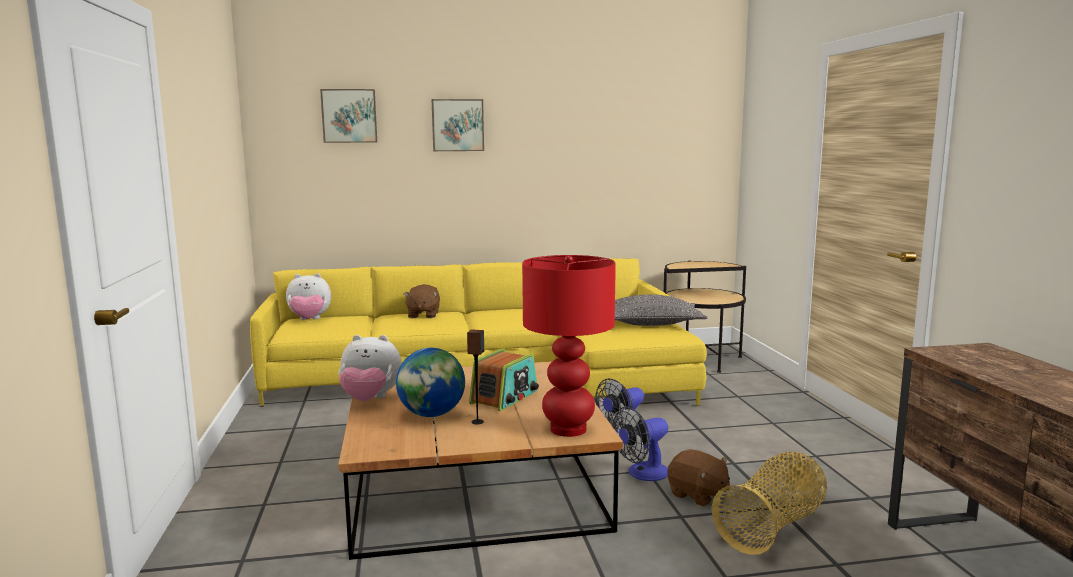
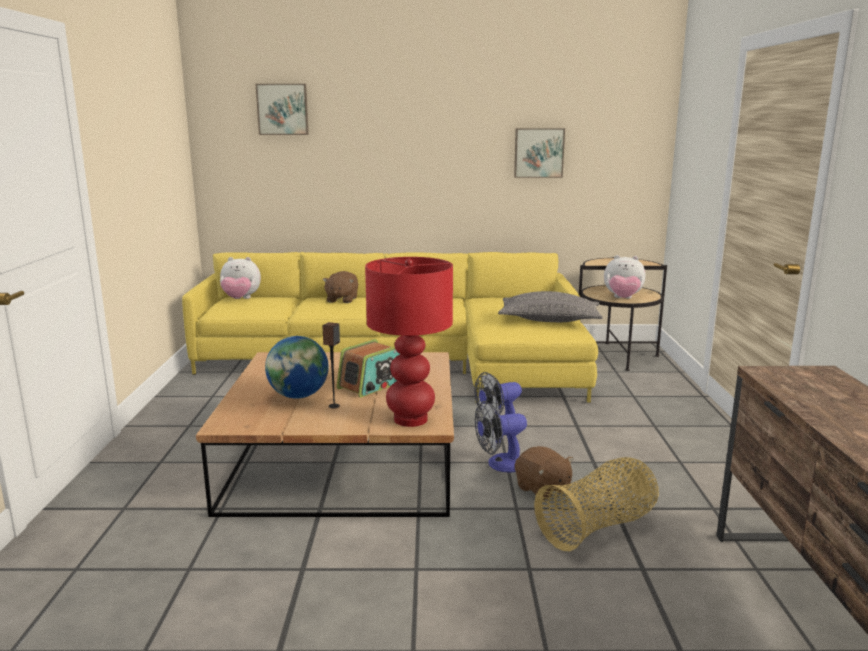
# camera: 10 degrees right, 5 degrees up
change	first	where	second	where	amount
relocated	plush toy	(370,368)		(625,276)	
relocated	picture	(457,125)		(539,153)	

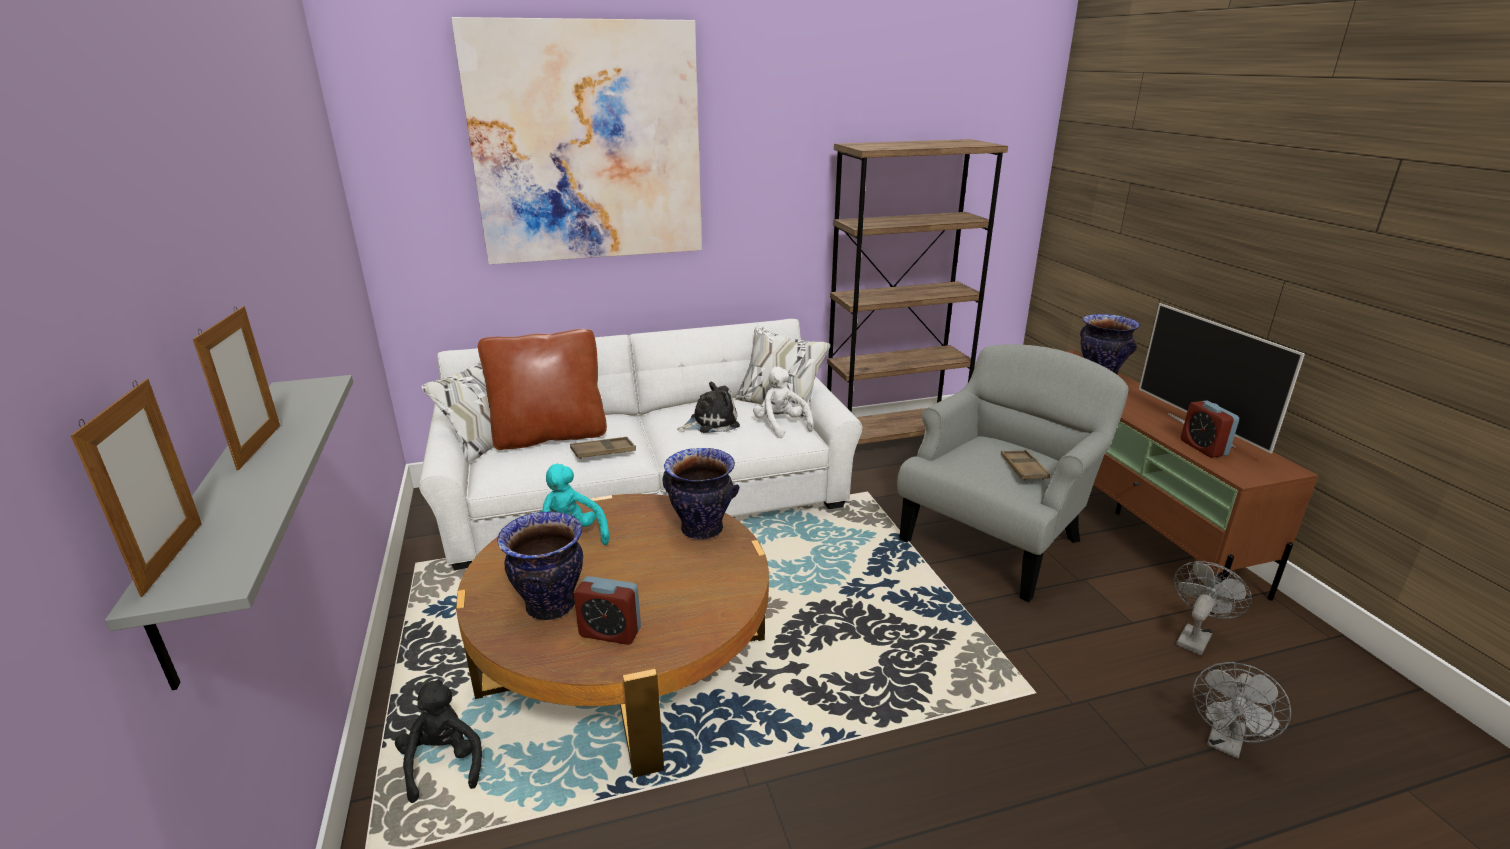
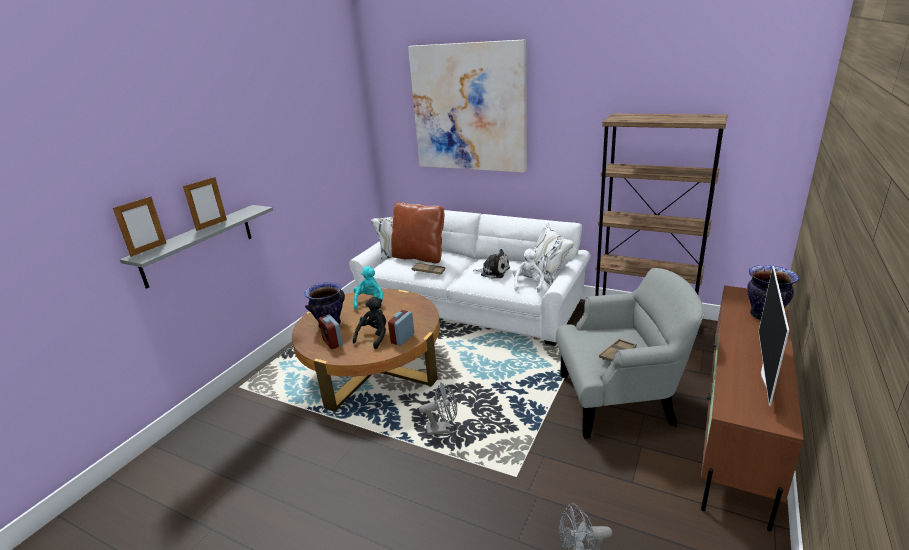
# camera: 45 degrees right, 0 degrees up
change	first	where	second	where	amount
missing	vase	(700,494)			
relocated	plush toy/black	(438,741)		(369,323)	
relocated	fan/grey	(1213,608)		(438,408)	
relocated	alarm clock	(1210,429)		(401,328)	

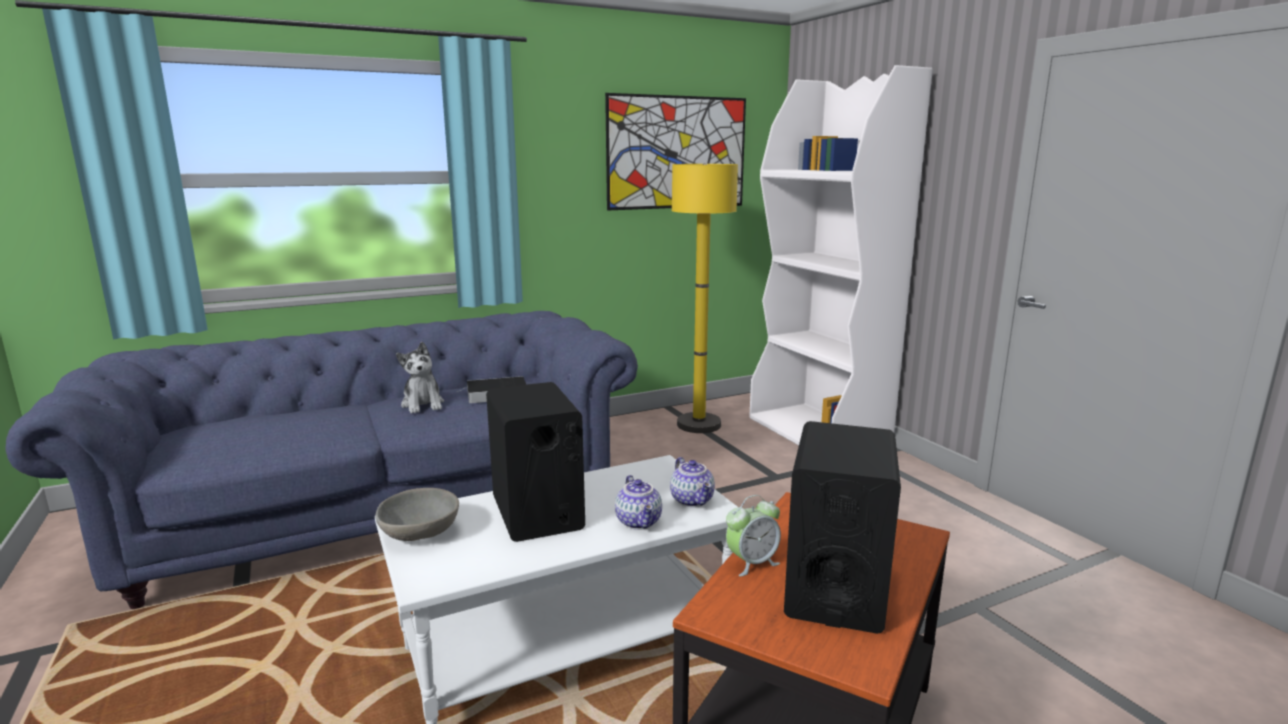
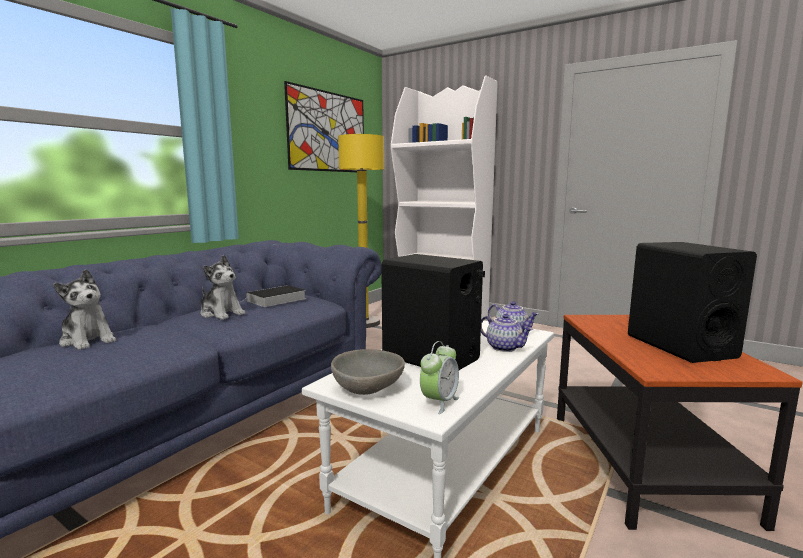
# camera: 30 degrees left, 5 degrees down
change	first	where	second	where	amount
appeared			plush toy	(84,309)	
relocated	alarm clock	(753,535)		(439,377)	

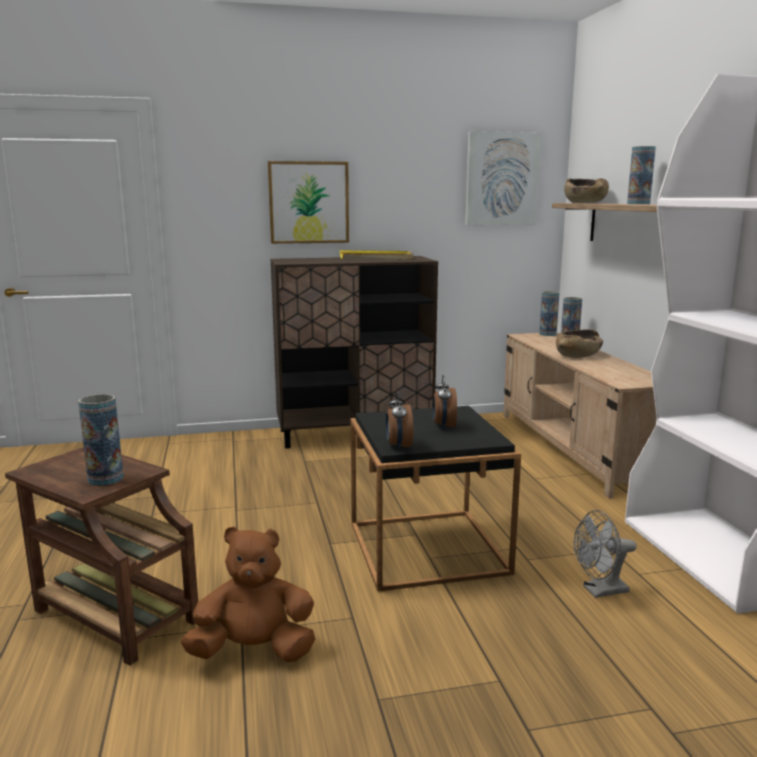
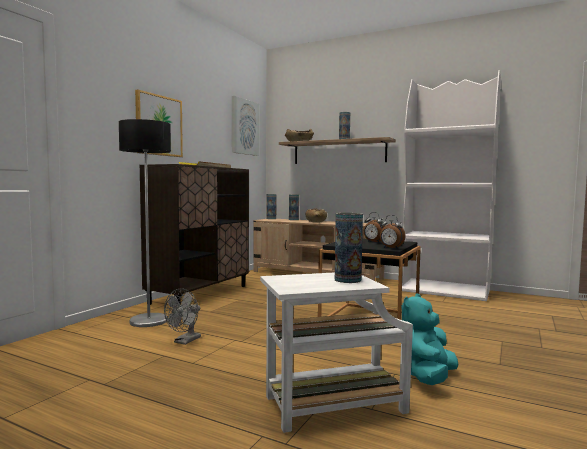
# camera: 50 degrees left, 10 degrees down
change	first	where	second	where	amount
appeared			floor lamp	(145,223)	
relocated	fan/grey	(605,554)		(182,317)	
colour	side table/brown	(101,556)	side table/white	(336,352)	
colour	plush toy/brown	(248,594)	plush toy/turquoise	(430,339)	

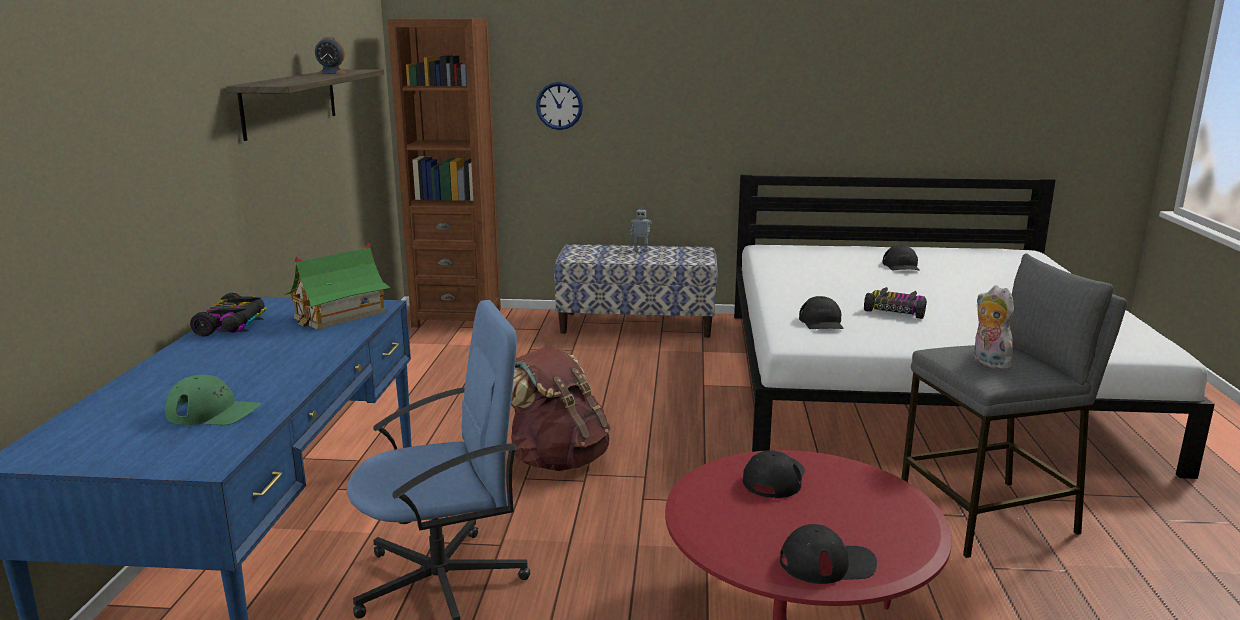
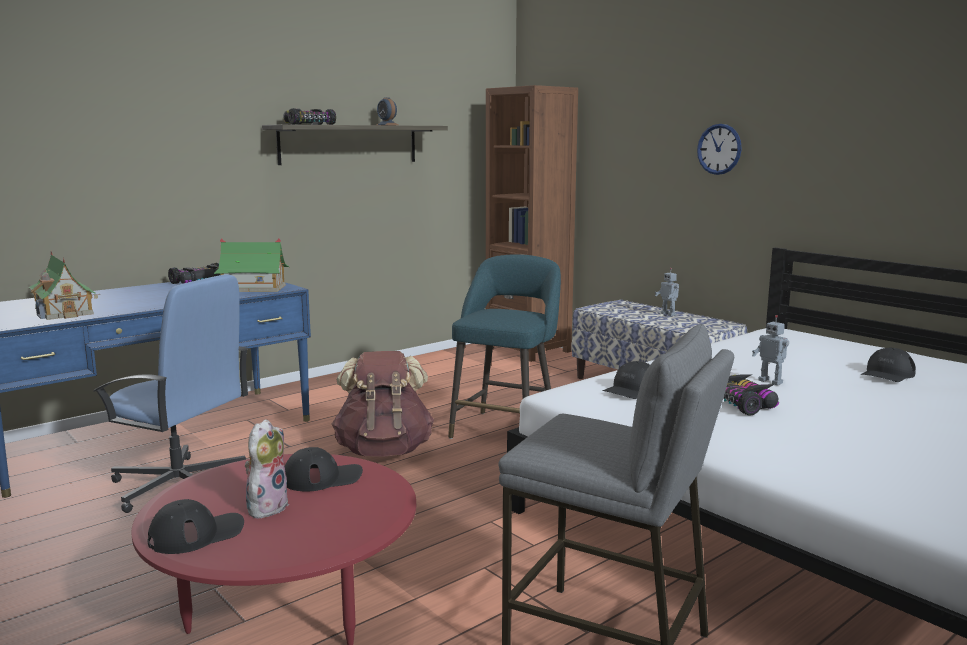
# camera: 45 degrees right, 5 degrees down
change	first	where	second	where	amount
appeared			toy car	(309,116)	
appeared			stool/turquoise	(504,346)	
appeared			toy robot	(770,350)	
relocated	wall clock	(559,106)		(719,149)	
relocated	plush toy	(994,327)		(267,469)	
exchanged	cap/green	(212,400)	toy house	(64,286)	
spun	cap/black	(828,554)		(196,526)	75 degrees counterclockwise

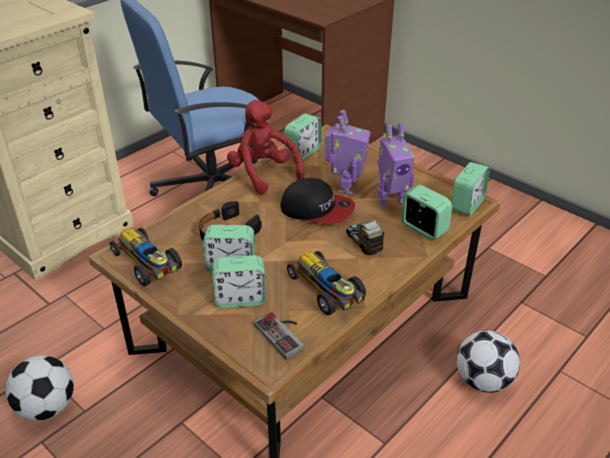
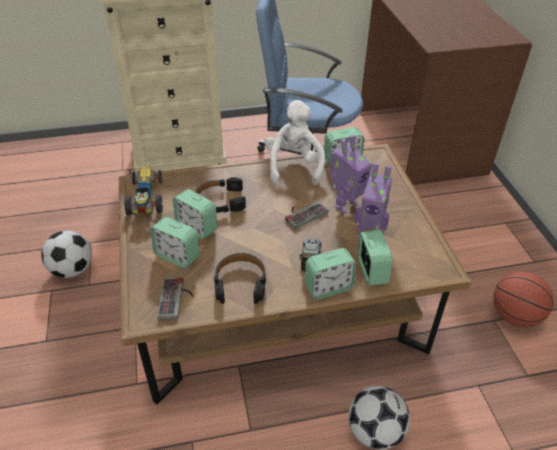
# camera: 35 degrees right, 5 degrees up
change	first	where	second	where	amount
appeared			basketball	(524,299)	
relocated	alarm clock	(471,189)		(331,274)	
exchanged	cap	(317,201)	game controller	(306,215)	
exchanged	toy car	(326,283)	headphones/black	(240,278)	
colour	plush toy/red	(266,147)	plush toy/white	(294,142)	

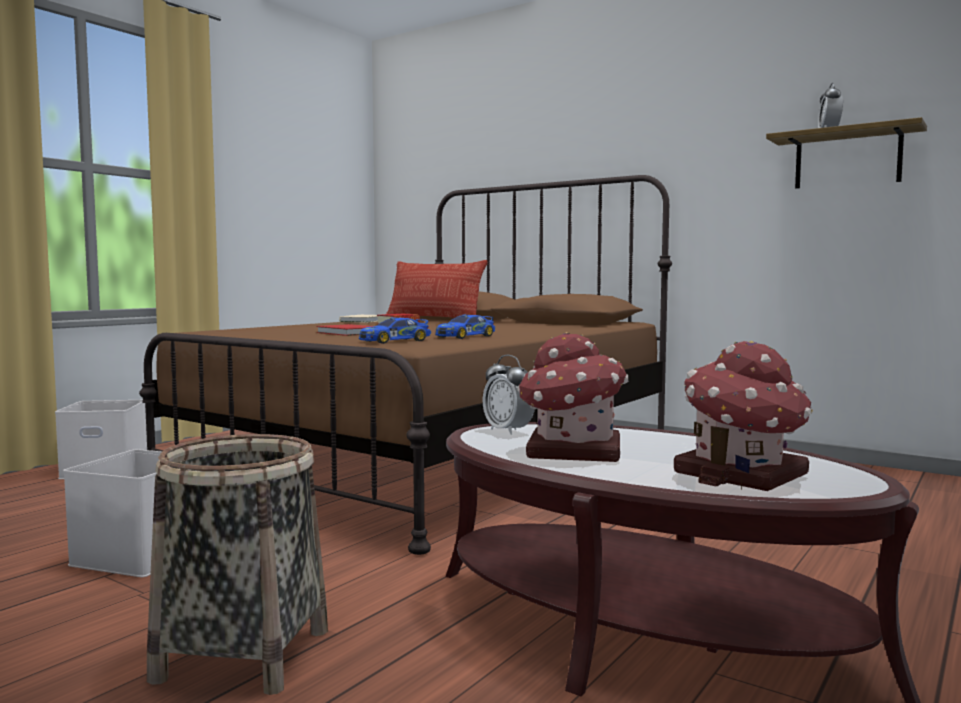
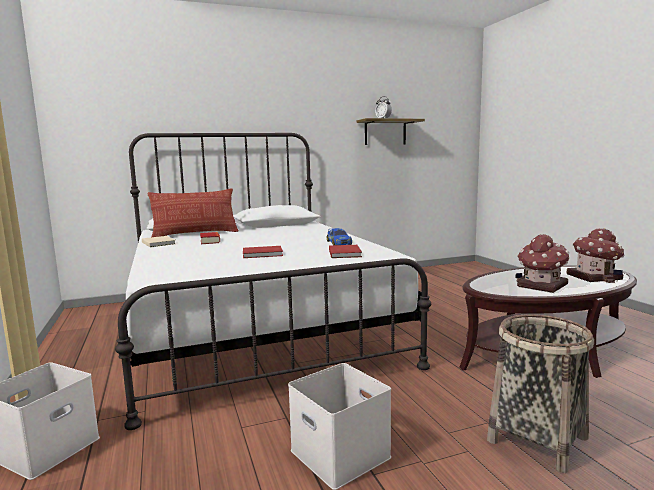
# camera: 55 degrees left, 5 degrees up
change	first	where	second	where	amount
missing	alarm clock	(509,395)			
exchanged	toy car	(395,330)	book/red	(345,251)	
colour	bed/brown	(405,365)	bed/white	(273,281)	

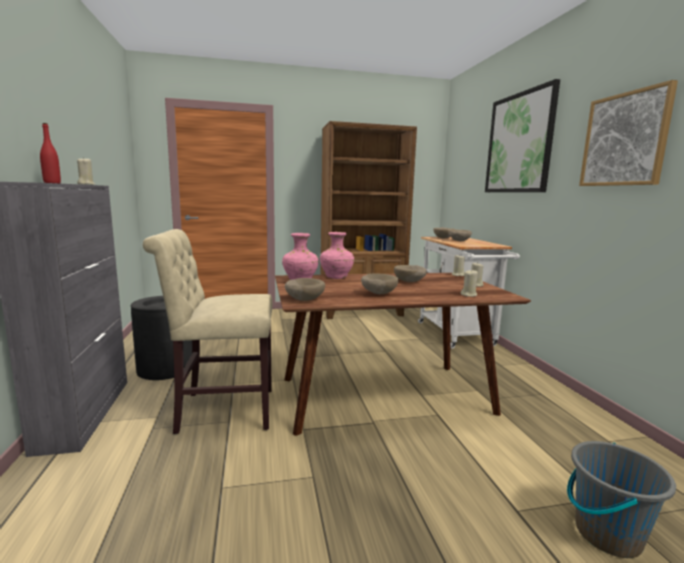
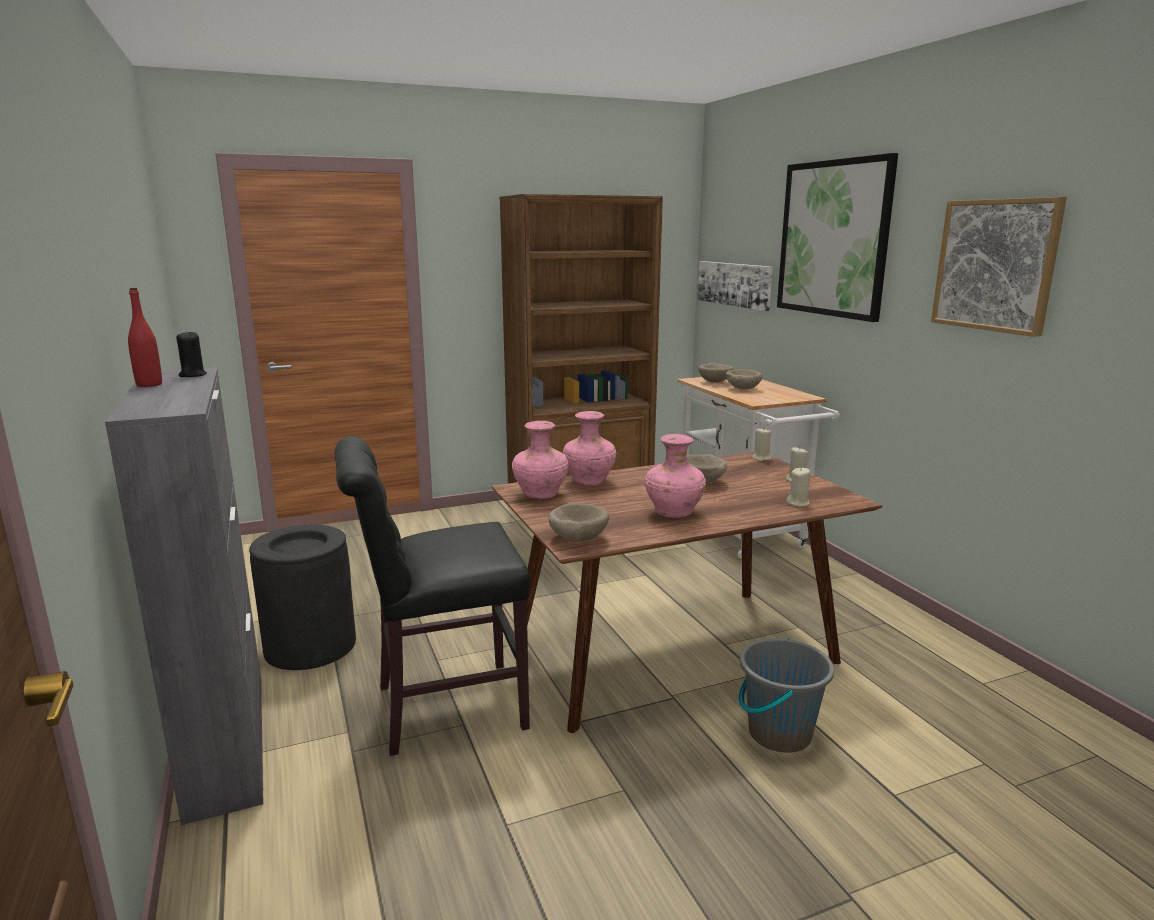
# camera: 10 degrees left, 5 degrees up
change	first	where	second	where	amount
appeared			picture	(735,286)	
relocated	bucket/grey	(621,499)		(786,695)	
exchanged	bowl/beige	(380,283)	vase/pink	(675,476)	
colour	candle/beige	(86,171)	candle/black	(191,354)	
colour	chair/beige	(208,331)	chair/black	(432,596)	

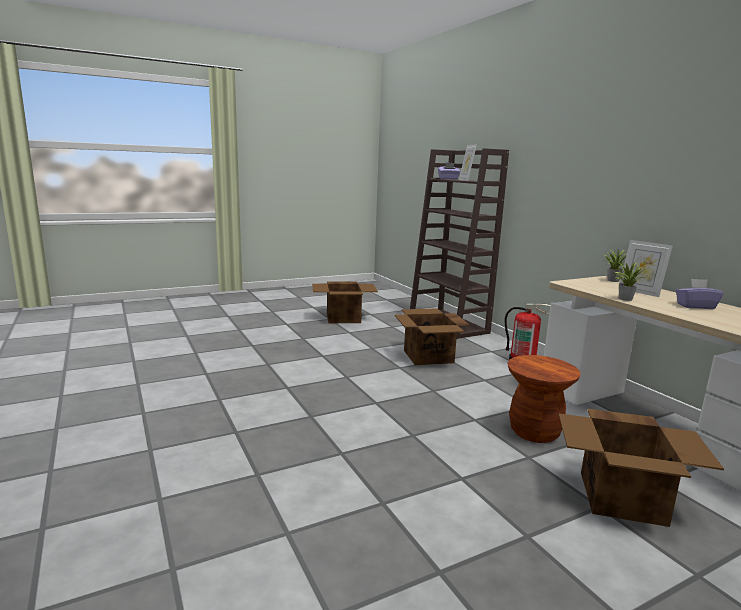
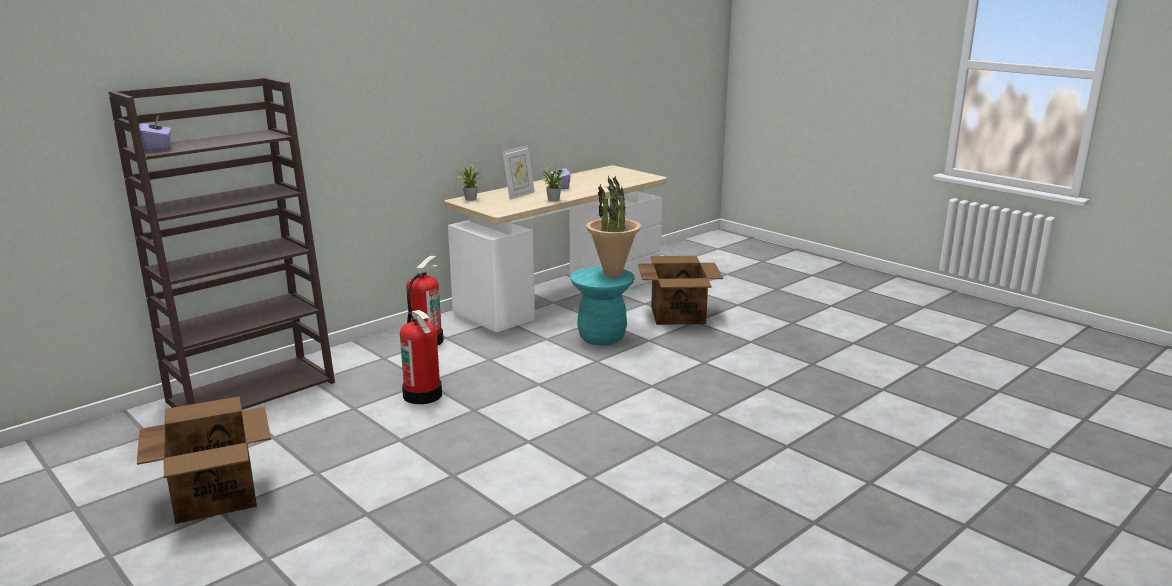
# camera: 105 degrees left, 5 degrees up
change	first	where	second	where	amount
missing	picture frame	(468,162)			
appeared			potted plant	(613,226)	
exchanged	cardboard box	(432,337)	fire extinguisher	(421,357)	
colour	stool/brown	(544,399)	stool/turquoise	(602,306)	

